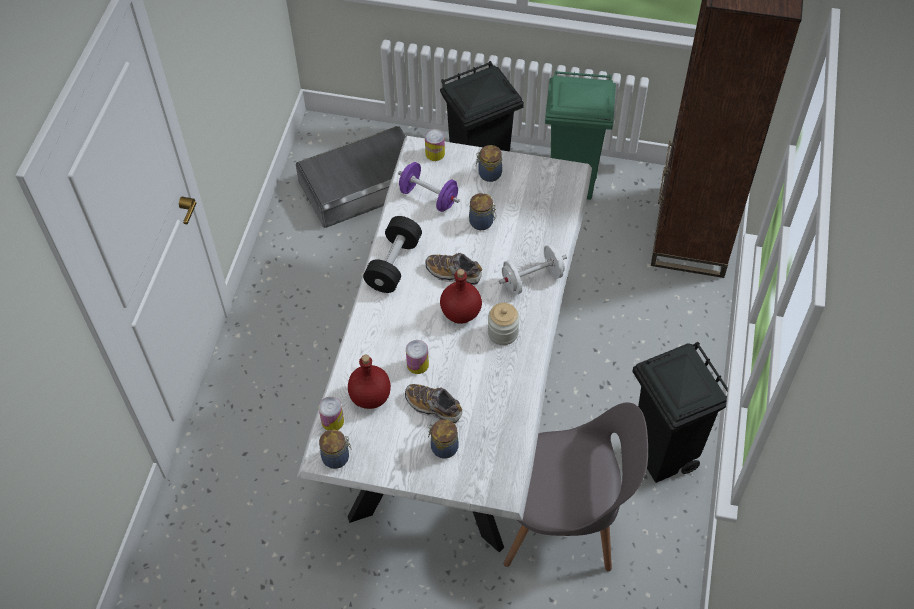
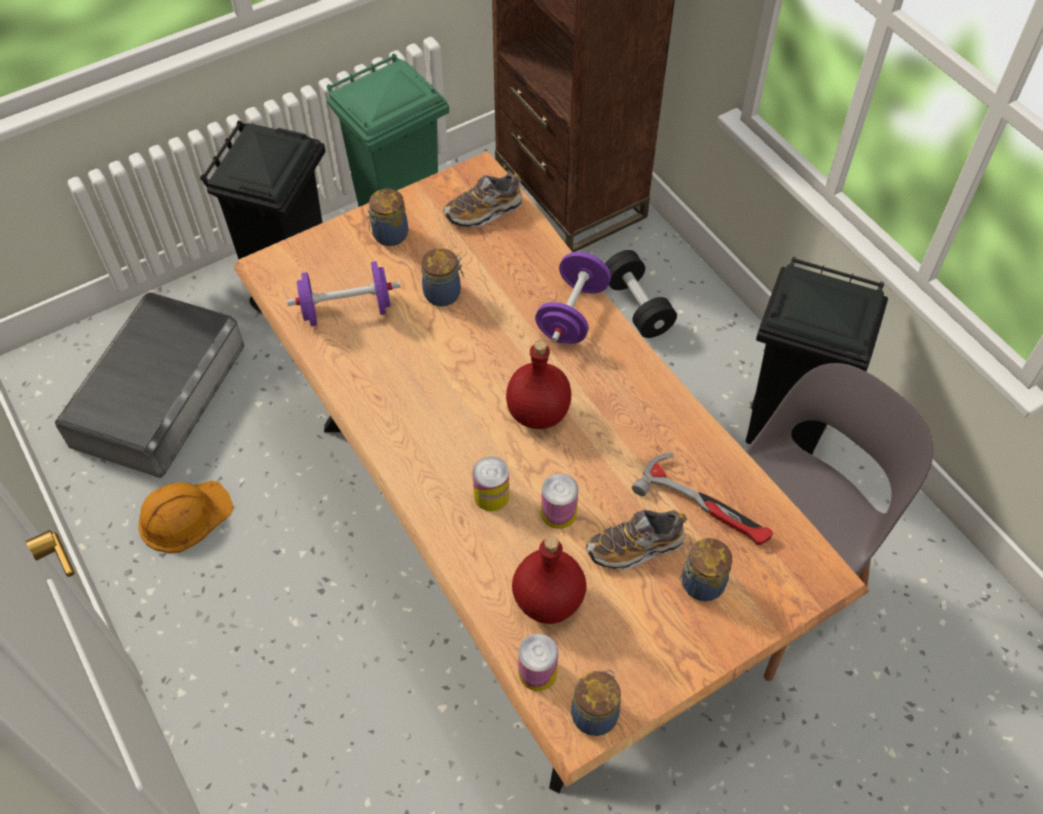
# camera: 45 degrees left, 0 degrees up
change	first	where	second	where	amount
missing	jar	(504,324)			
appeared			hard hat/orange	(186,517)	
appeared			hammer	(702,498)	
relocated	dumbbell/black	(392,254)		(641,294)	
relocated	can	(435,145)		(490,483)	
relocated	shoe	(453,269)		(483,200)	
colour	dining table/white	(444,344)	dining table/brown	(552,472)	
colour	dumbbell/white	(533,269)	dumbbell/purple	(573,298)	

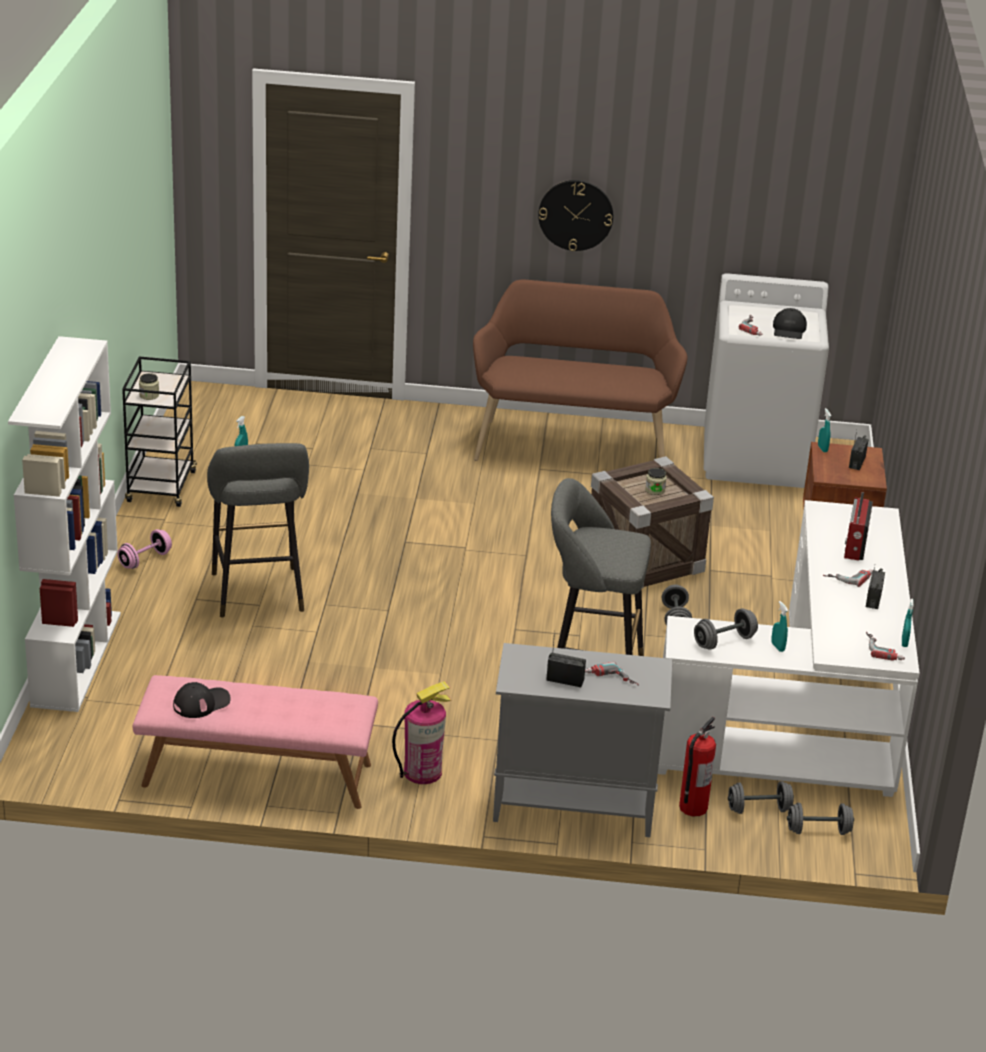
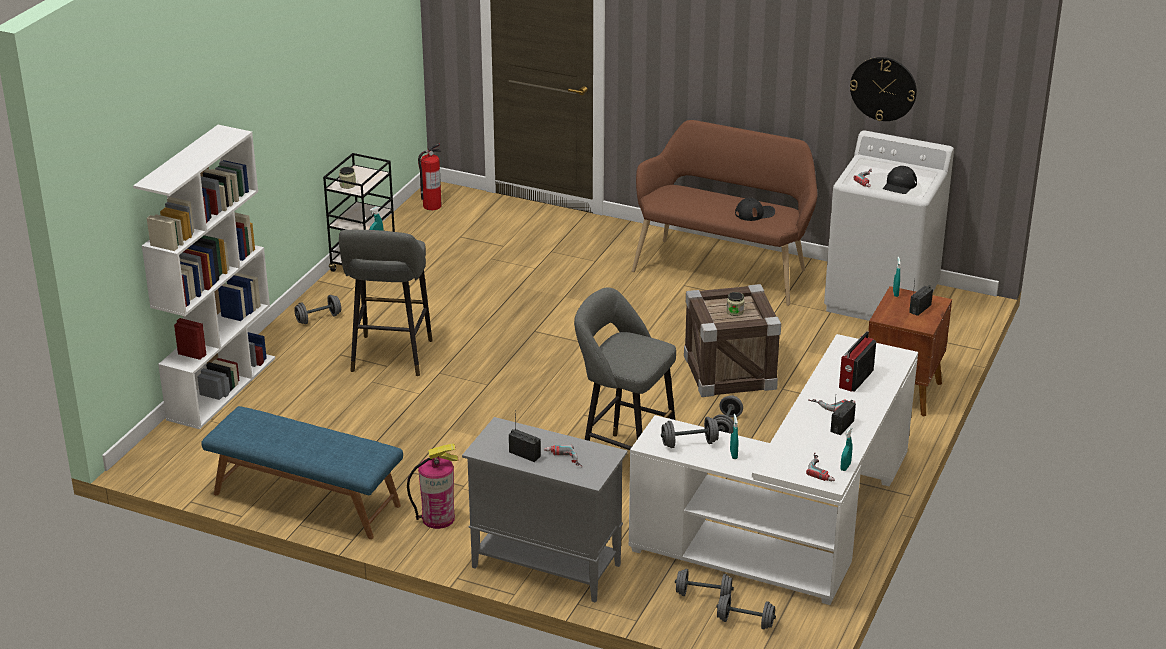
# camera: 20 degrees right, 0 degrees up
change	first	where	second	where	amount
relocated	cap/black	(202,700)		(755,209)	
relocated	wall clock	(575,215)		(883,89)	
relocated	fire extinguisher	(697,766)		(430,177)	
colour	dumbbell/pink	(144,549)	dumbbell/grey	(317,309)	
colour	bench/pink	(255,742)	bench/blue	(302,472)	

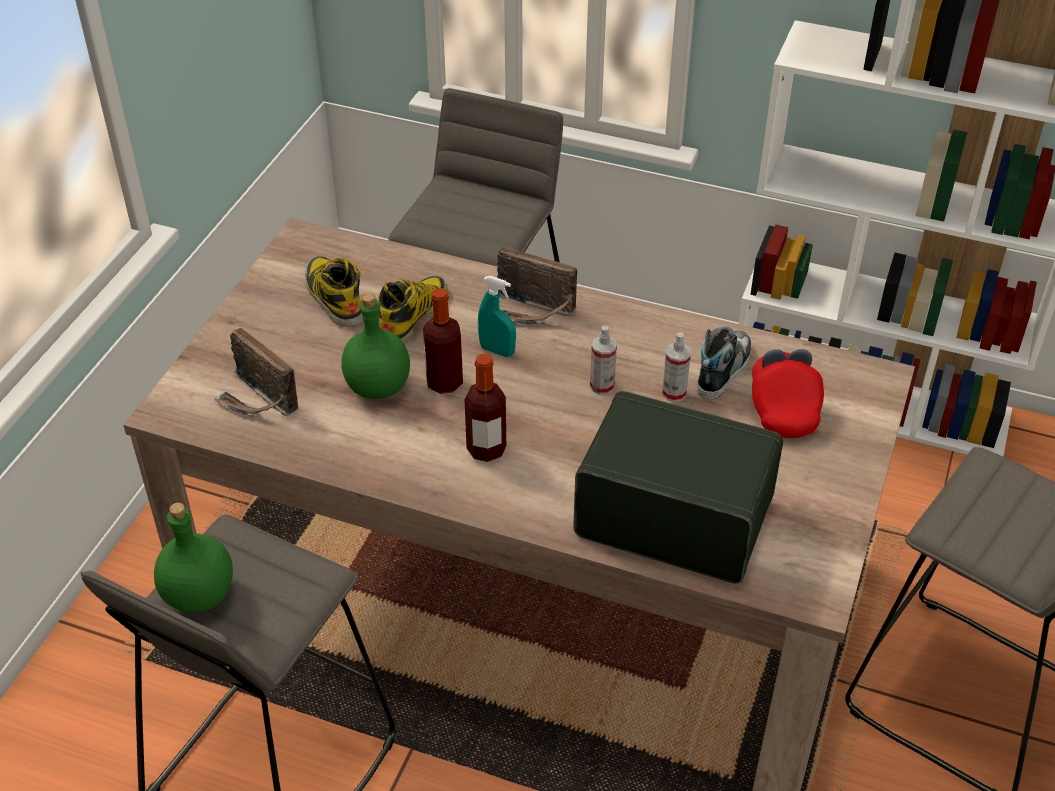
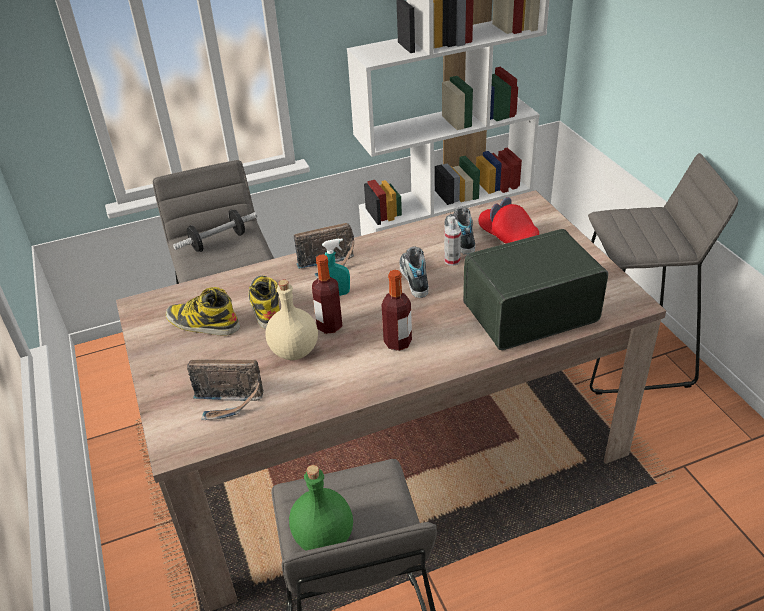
# camera: 40 degrees left, 5 degrees down
change	first	where	second	where	amount
appeared			dumbbell	(215,231)	
exchanged	spray bottle	(603,360)	shoe	(414,272)	
colour	bottle/green	(376,346)	bottle/beige	(291,320)	

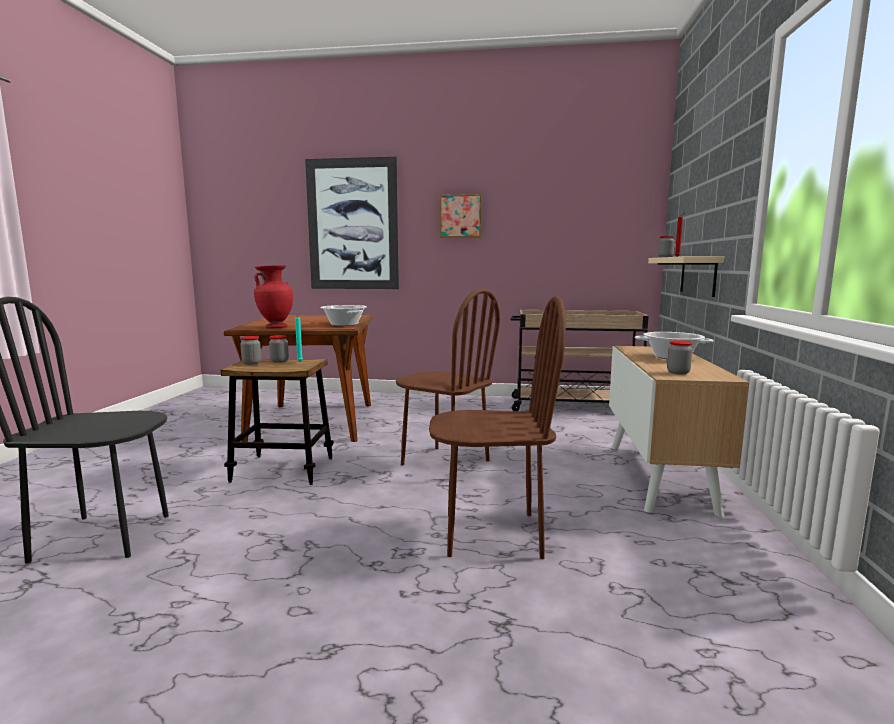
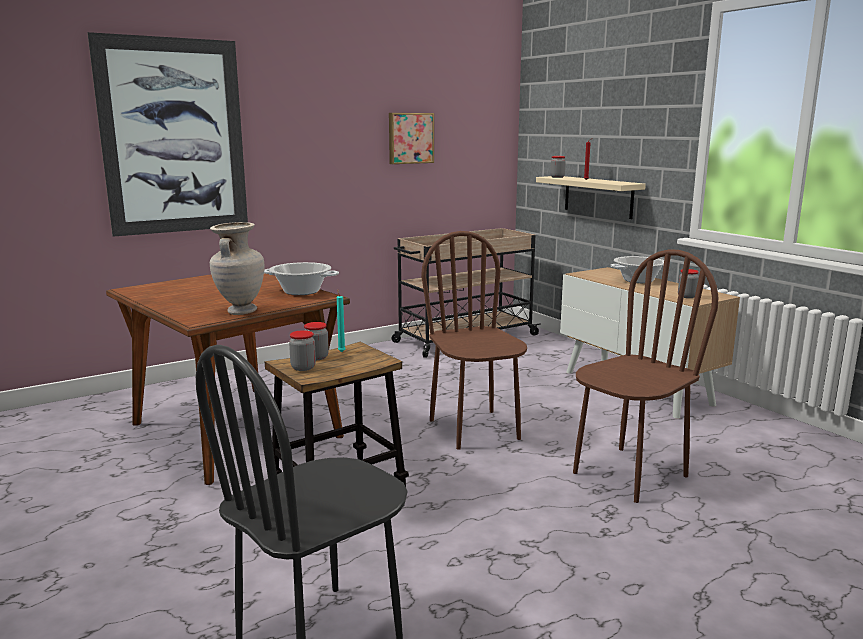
# camera: 40 degrees left, 5 degrees up
change	first	where	second	where	amount
relocated	picture	(460,216)		(411,138)	
colour	vase/red	(273,297)	vase/beige	(237,268)	
spun	chair/brown	(448,377)		(474,340)	105 degrees counterclockwise

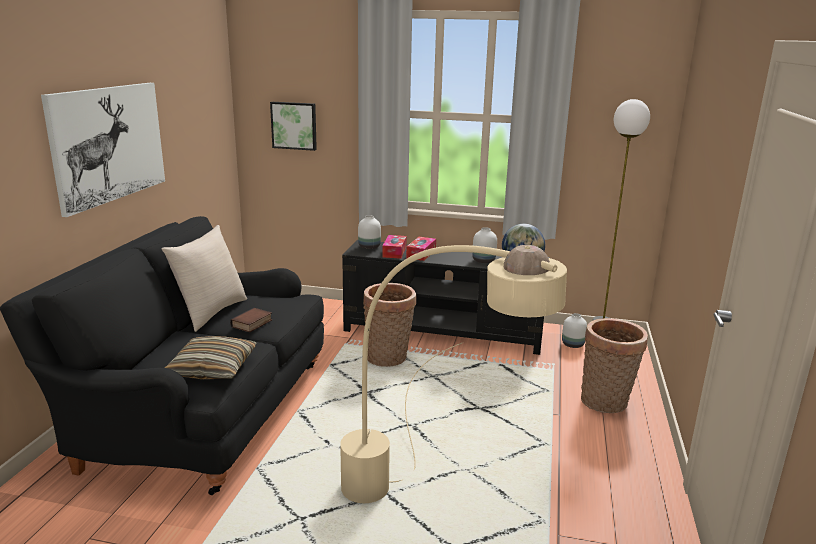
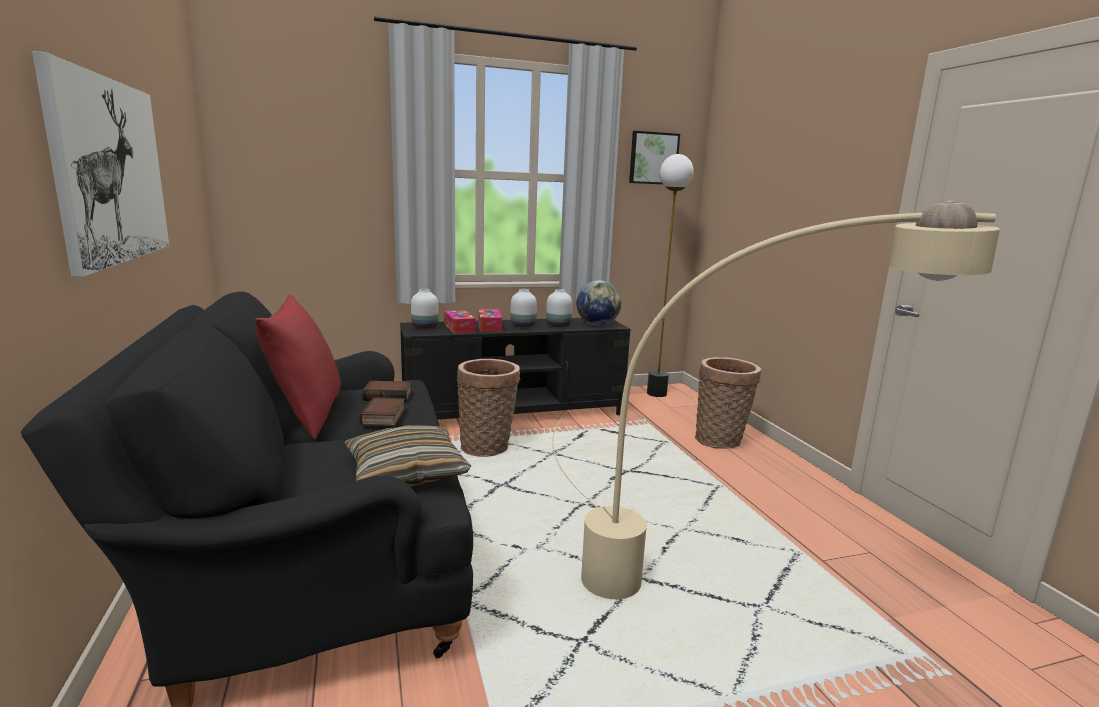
# camera: 30 degrees left, 5 degrees down
change	first	where	second	where	amount
appeared			book	(387,391)	
relocated	picture	(293,126)		(654,157)	
relocated	vase/white	(574,330)		(524,308)	
colour	pillow/beige	(204,278)	pillow/red	(298,367)	

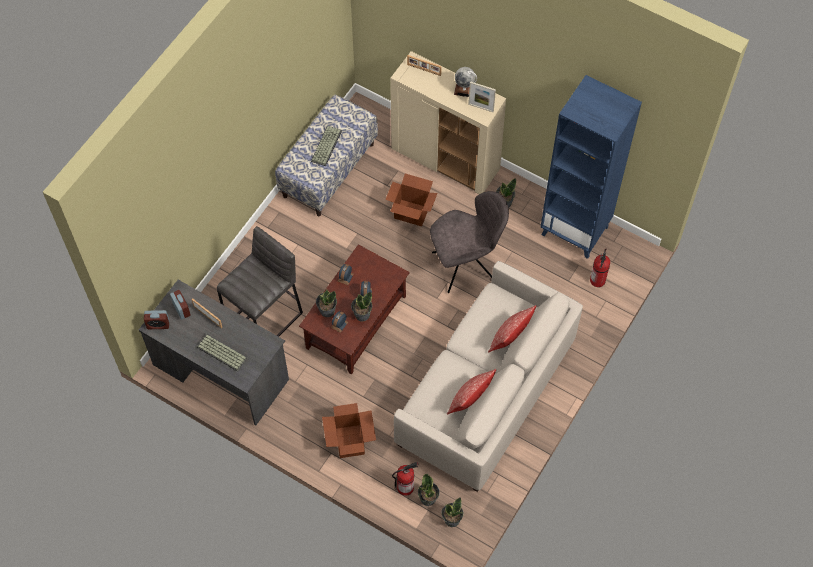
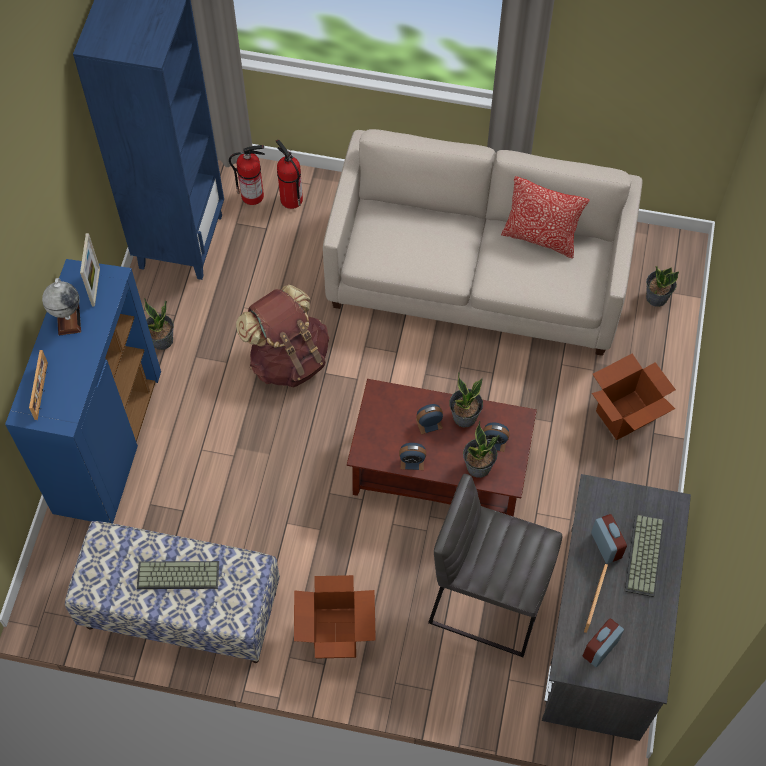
# camera: 110 degrees left, 0 degrees up
change	first	where	second	where	amount
missing	potted plant	(452,512)			
missing	pillow	(512,329)			
relocated	alarm clock	(156,319)		(609,539)	
relocated	cardboard box	(411,200)		(335,616)	
relocated	fire extinguisher	(405,479)		(289,174)	
exchanged	chair/grey	(469,242)	backpack/brown	(282,336)	
colour	cabinet/beige	(448,122)	cabinet/blue	(83,391)	

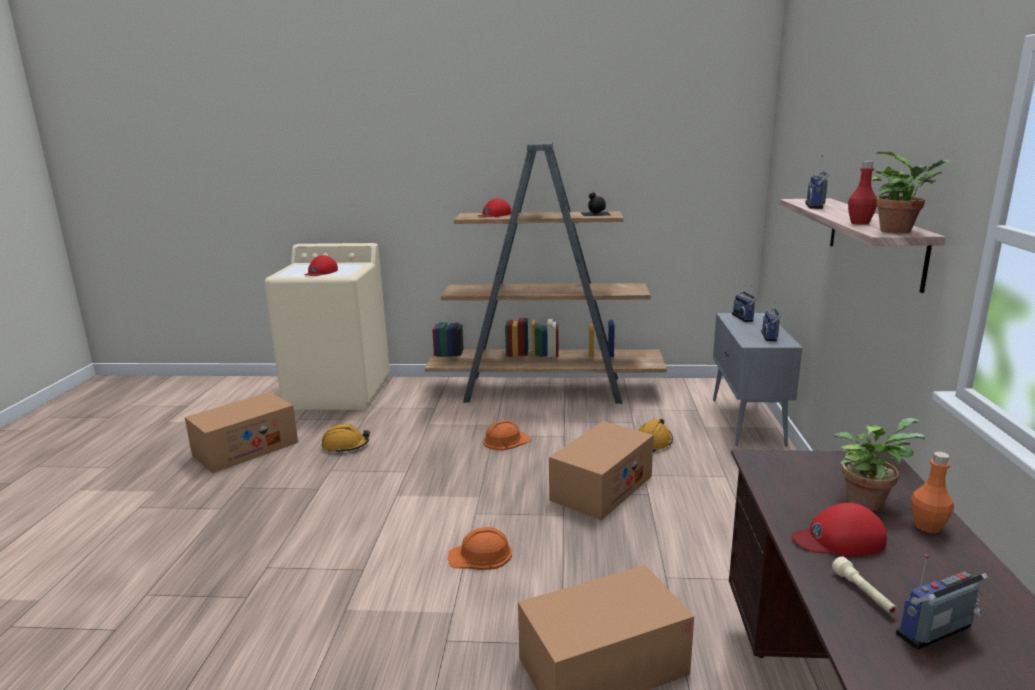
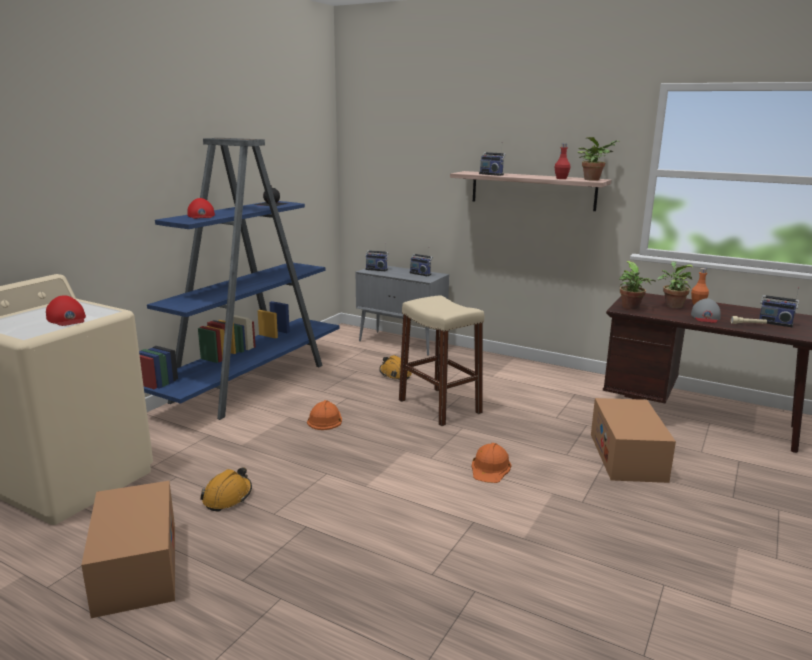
# camera: 65 degrees left, 0 degrees up
change	first	where	second	where	amount
appeared			potted plant	(637,285)	
exchanged	cardboard box	(601,470)	stool/beige	(441,360)	
colour	bookcase/brown	(546,273)	bookcase/blue	(239,279)	
colour	cap/red	(839,529)	cap/grey	(706,310)	
spun	radio	(942,602)		(779,307)	60 degrees counterclockwise

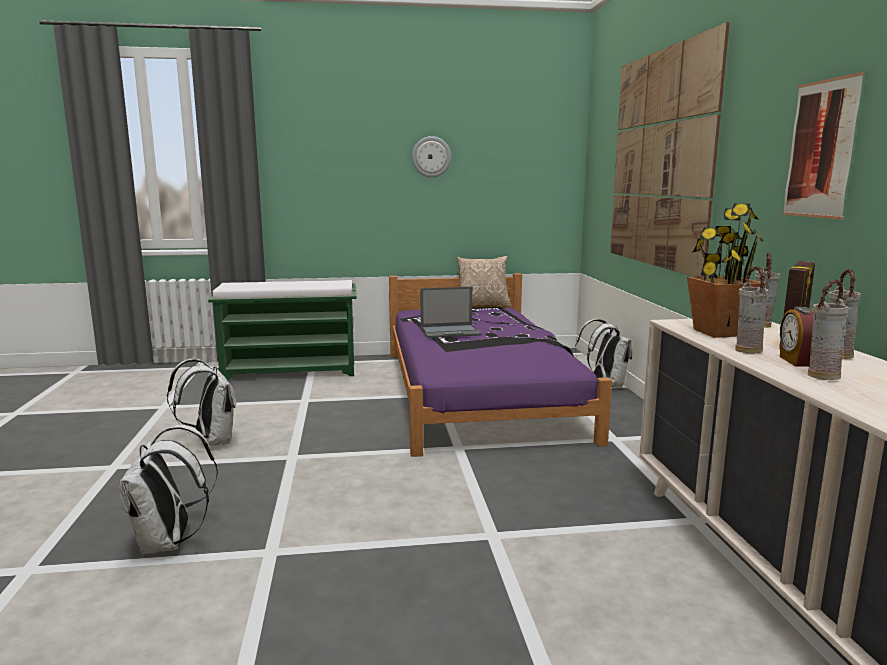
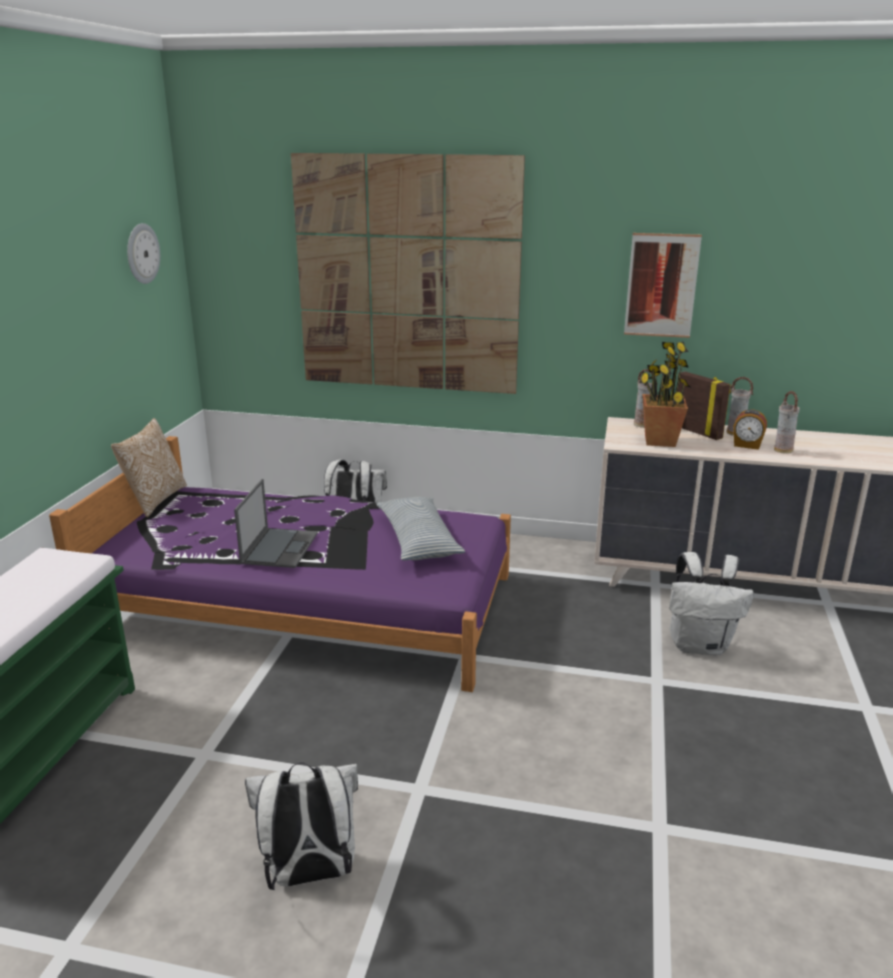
# camera: 70 degrees left, 10 degrees up
change	first	where	second	where	amount
missing	vase	(751,310)			
appeared			pillow	(420,528)	
relocated	backpack/white	(168,489)		(711,603)	
relocated	wall clock	(431,157)		(143,253)	

